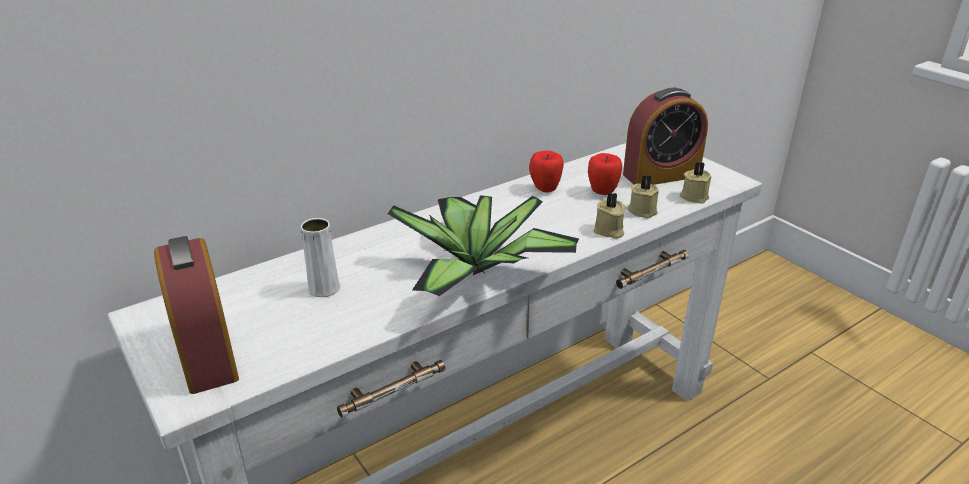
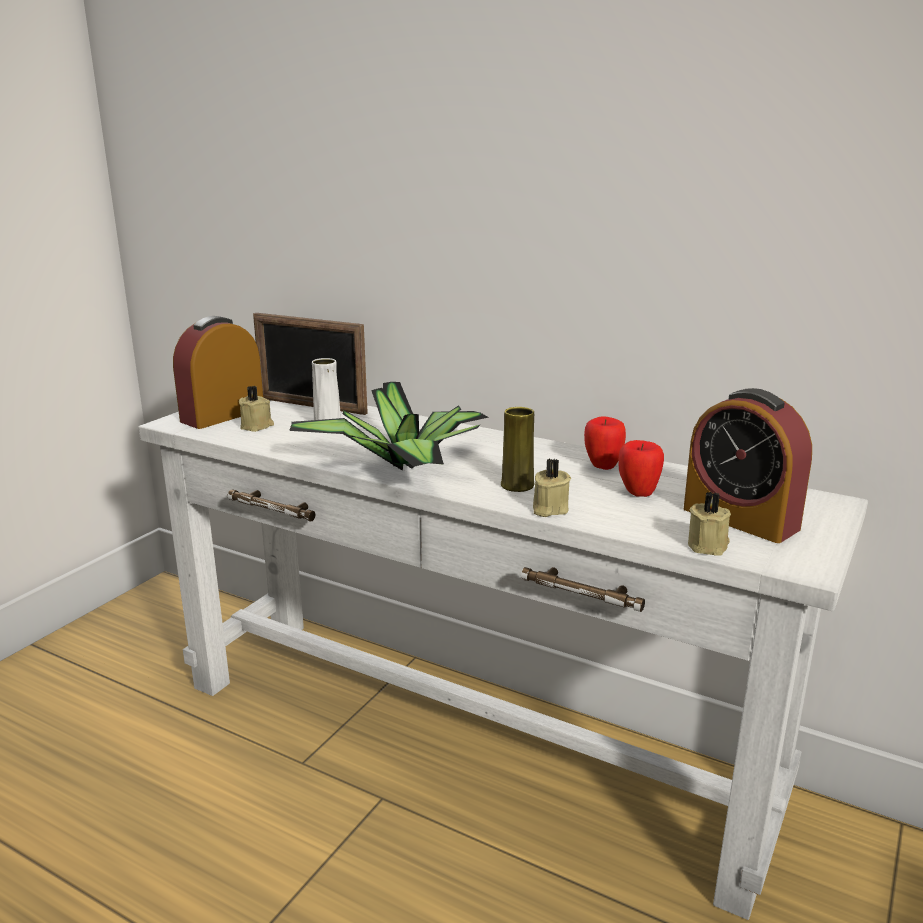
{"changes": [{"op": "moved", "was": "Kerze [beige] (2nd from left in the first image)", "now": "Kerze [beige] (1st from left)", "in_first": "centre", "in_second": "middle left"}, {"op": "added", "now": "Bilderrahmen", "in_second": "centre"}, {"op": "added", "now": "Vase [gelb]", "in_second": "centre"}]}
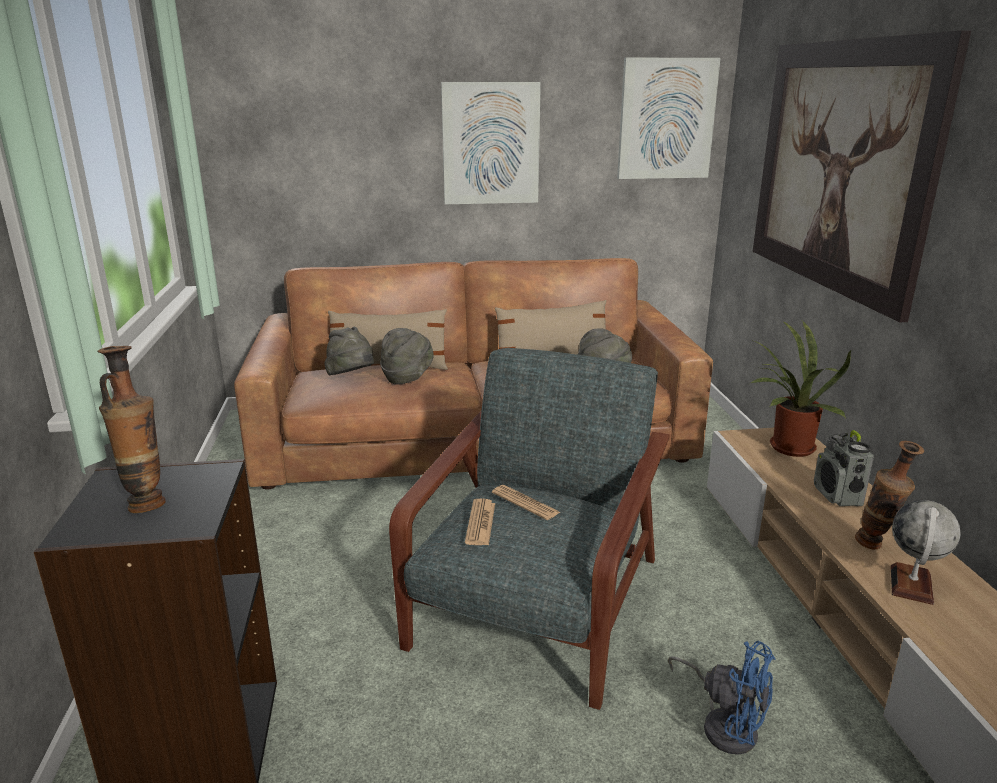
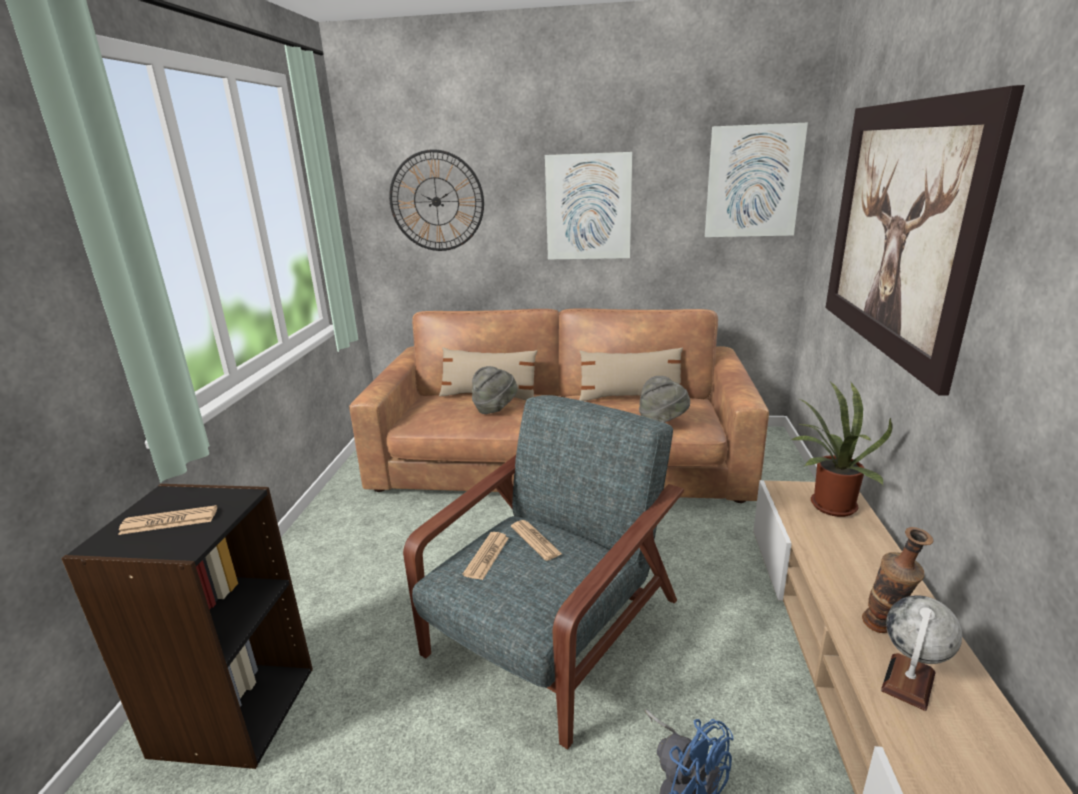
{"changes": [{"op": "removed", "was": "Hut [grau] (1st from left)", "in_first": "centre"}, {"op": "replaced", "was": "Vase (1st from left)", "now": "Zeitung (1st from left)", "in_first": "middle left", "in_second": "middle left"}, {"op": "removed", "was": "Radio", "in_first": "middle right"}, {"op": "added", "now": "Wanduhr", "in_second": "top centre"}]}
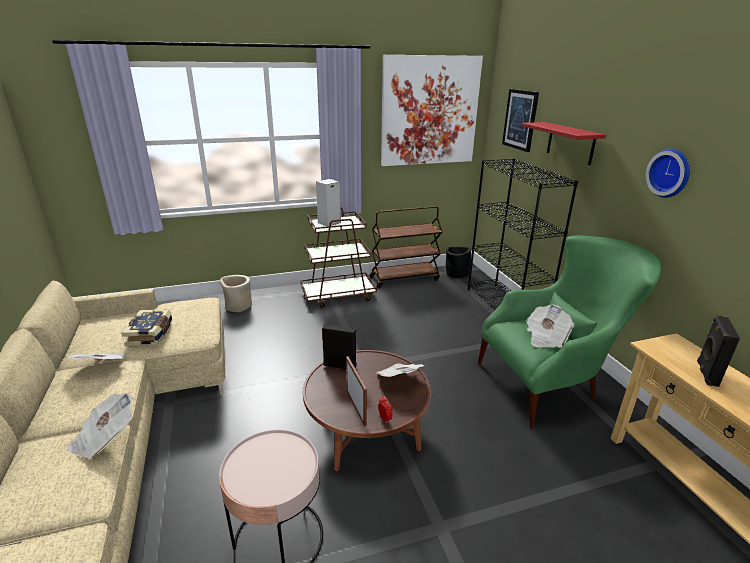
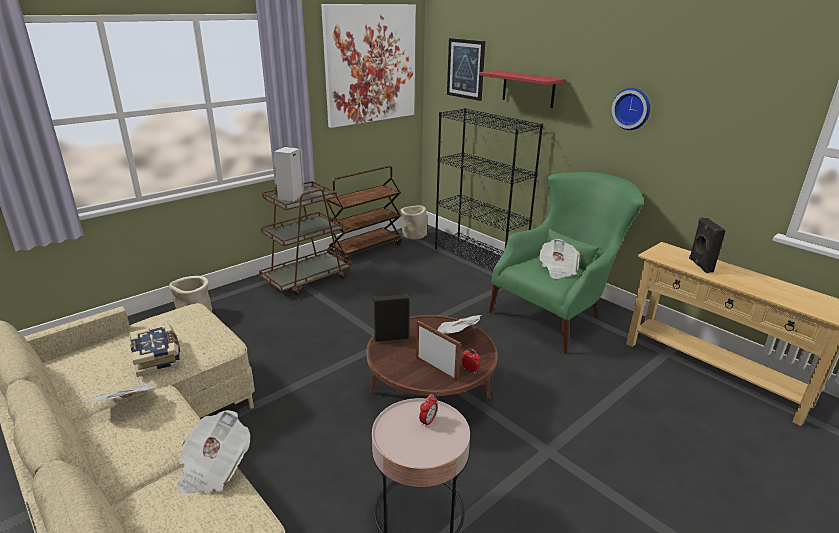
{"changes": [{"op": "recoloured", "was": "Pflanzkübel [schwarz]", "now": "Pflanzkübel [beige] (2nd from left)", "in_first": "centre", "in_second": "centre"}, {"op": "added", "now": "Wecker (1st from left)", "in_second": "bottom centre"}]}
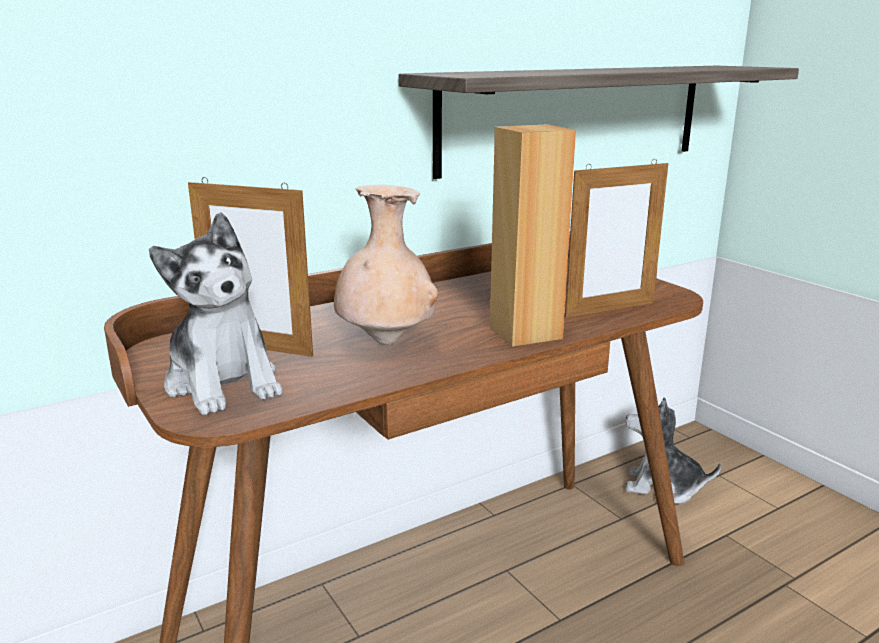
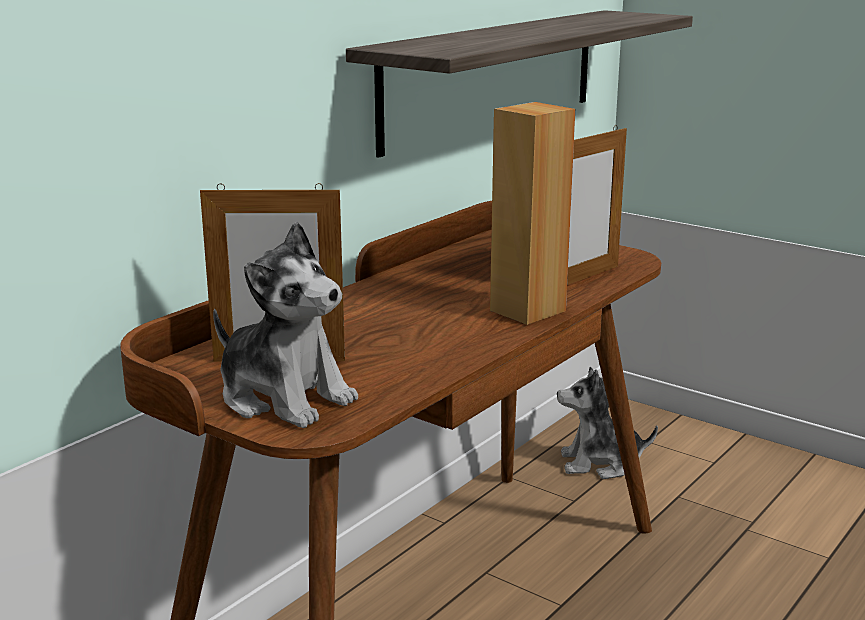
{"changes": [{"op": "removed", "was": "Vase [beige]", "in_first": "centre"}]}
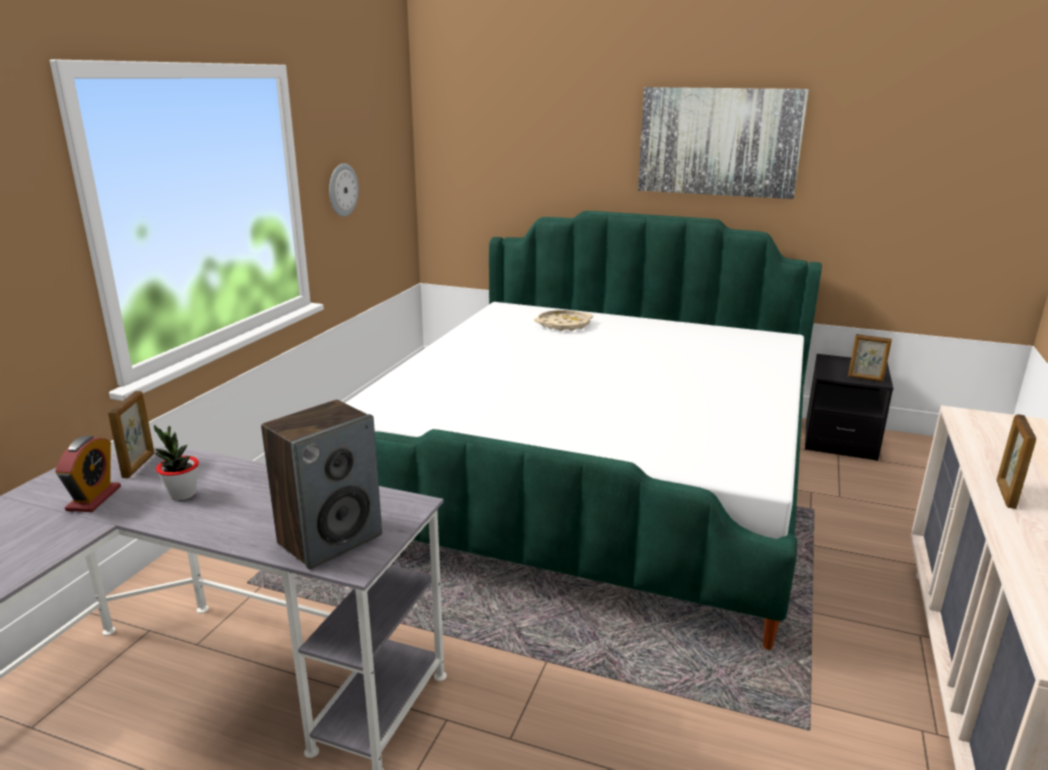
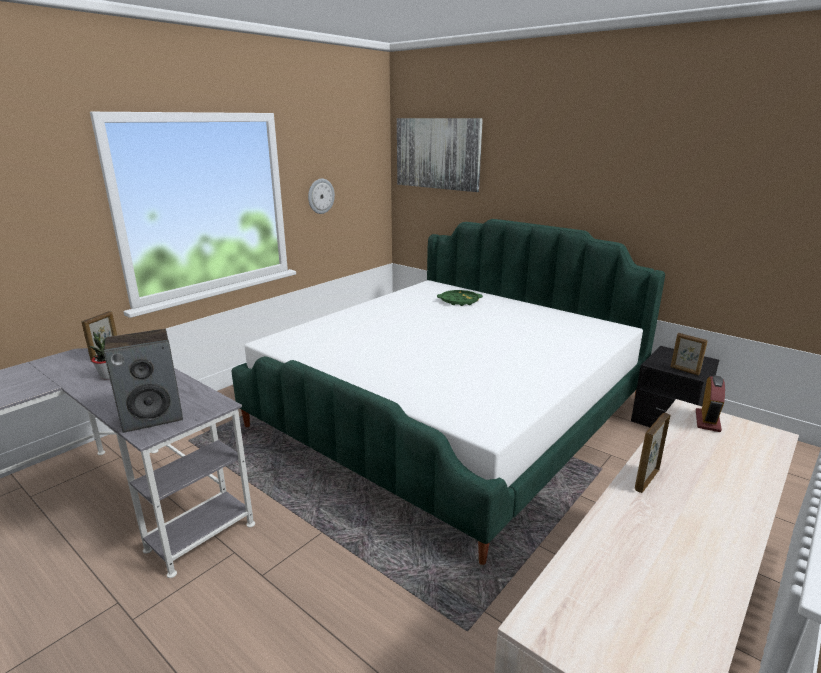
{"changes": [{"op": "moved", "was": "Bild", "in_first": "top right", "in_second": "top centre"}, {"op": "recoloured", "was": "Tablett [beige]", "now": "Tablett [grün]", "in_first": "centre", "in_second": "centre"}, {"op": "moved", "was": "Wecker", "in_first": "middle left", "in_second": "middle right"}]}
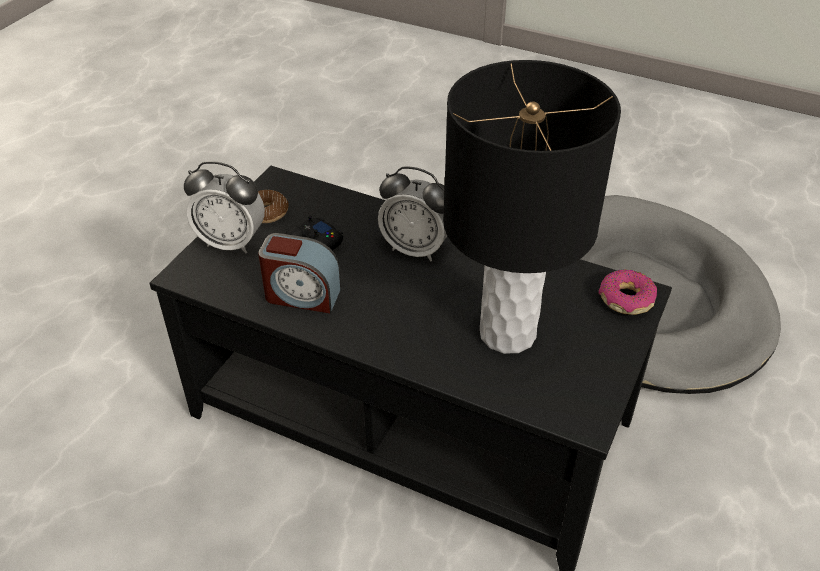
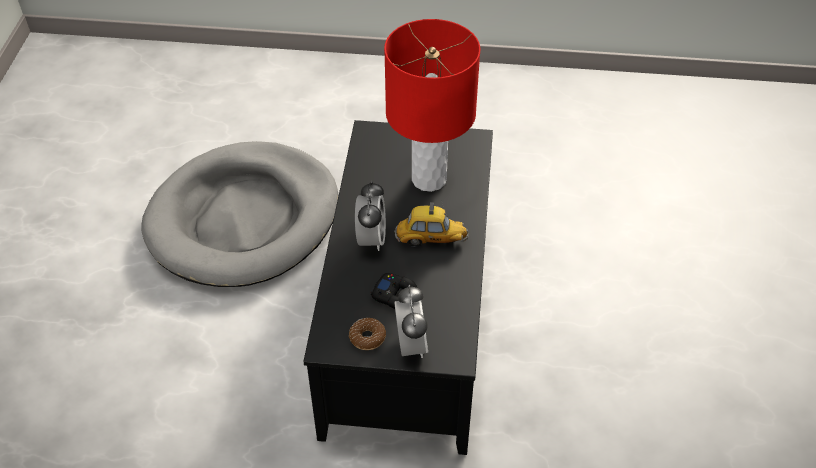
{"changes": [{"op": "recoloured", "was": "Tischlampe [schwarz]", "now": "Tischlampe [rot]", "in_first": "centre", "in_second": "top centre"}, {"op": "removed", "was": "Wecker (2nd from left)", "in_first": "centre"}, {"op": "removed", "was": "Donut (2nd from left)", "in_first": "middle right"}, {"op": "added", "now": "Spielzeugauto", "in_second": "centre"}]}
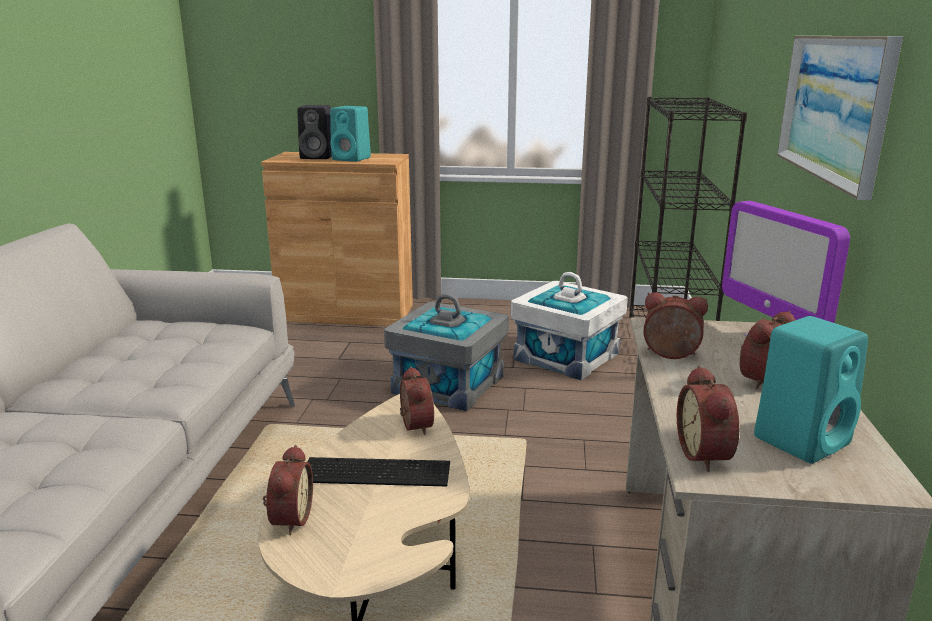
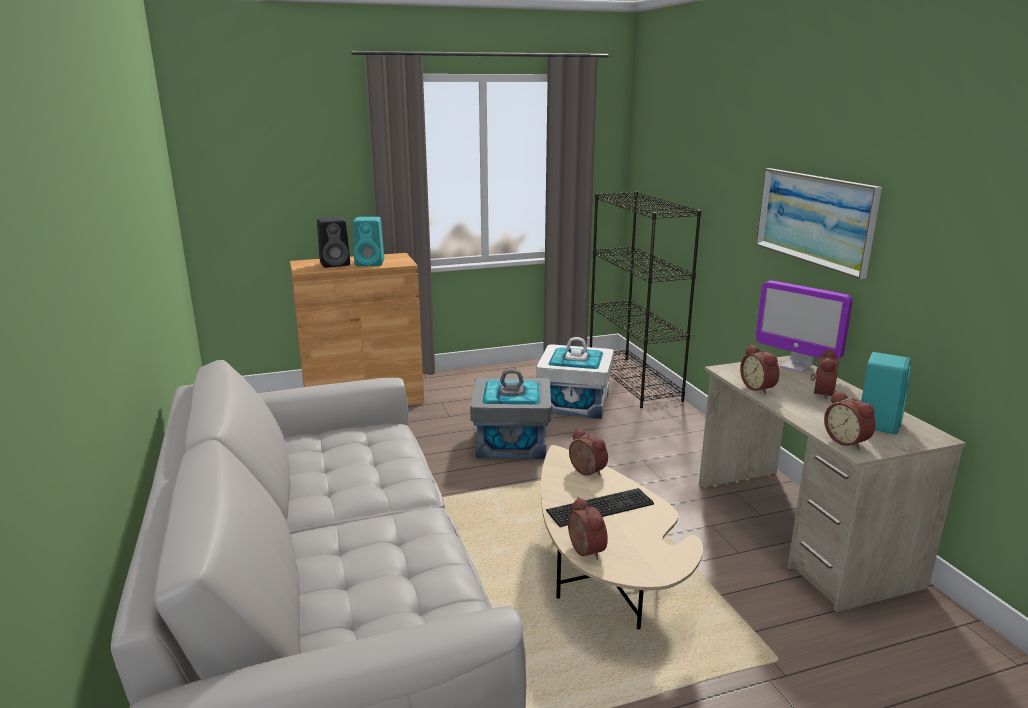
{"changes": [{"op": "turned", "was": "Wecker (3rd from left)", "in_first": "middle right", "in_second": "middle right", "clockwise": -105}]}
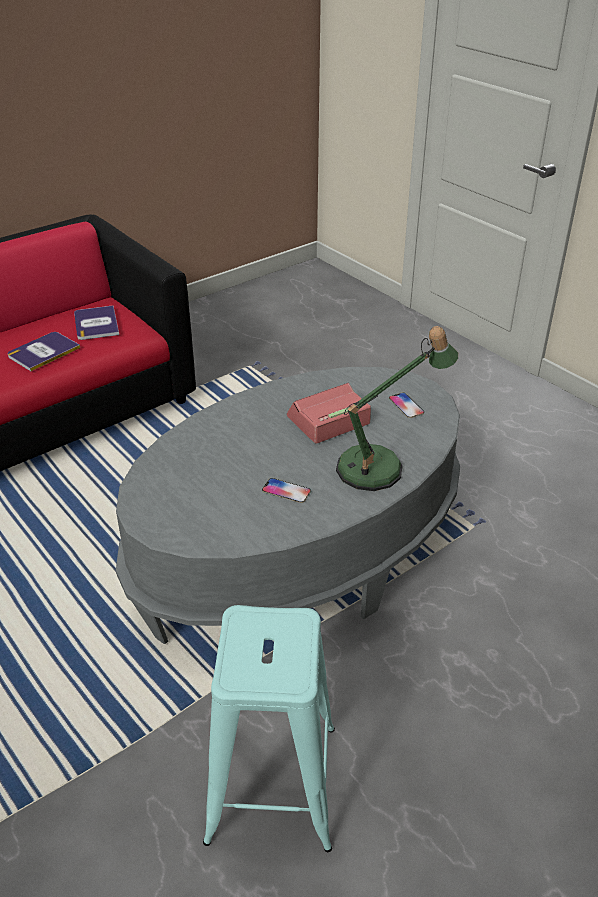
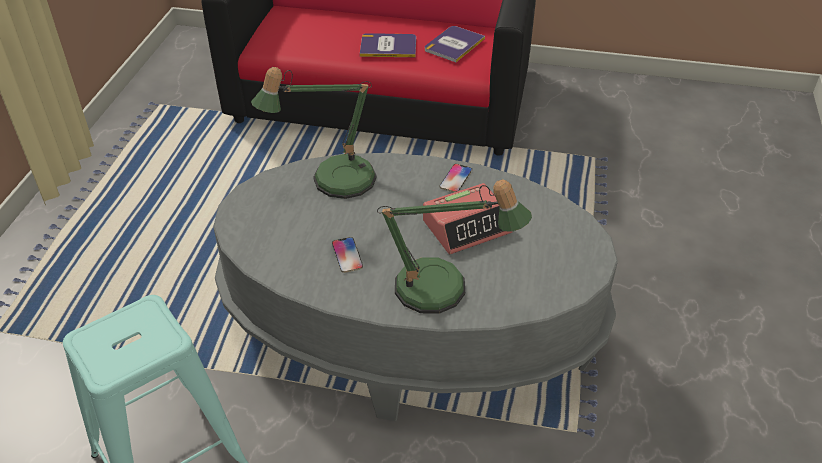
{"changes": [{"op": "turned", "was": "Wecker", "in_first": "centre", "in_second": "centre", "clockwise": 135}, {"op": "moved", "was": "Handy (2nd from left)", "in_first": "middle right", "in_second": "centre"}, {"op": "added", "now": "Tischlampe (1st from left)", "in_second": "top centre"}]}
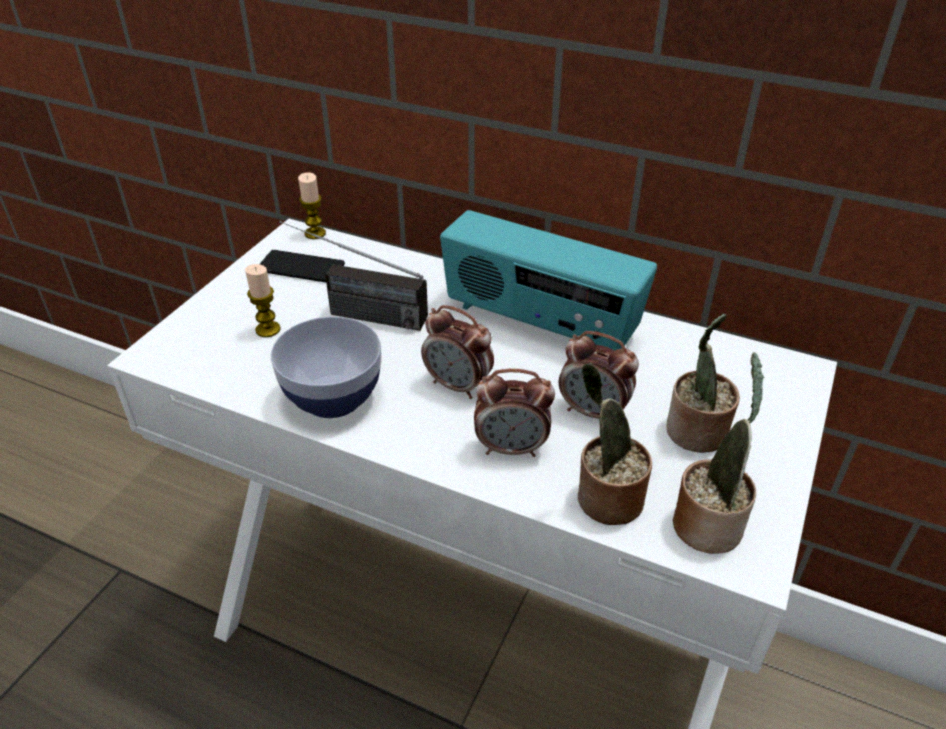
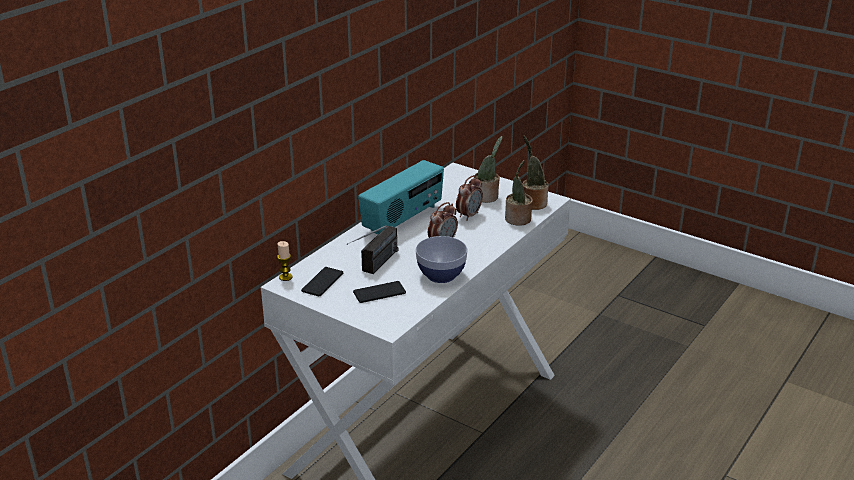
{"changes": [{"op": "replaced", "was": "Kerze (1st from left)", "now": "Handy (2nd from left)", "in_first": "middle left", "in_second": "centre"}, {"op": "removed", "was": "Wecker (2nd from left)", "in_first": "centre"}]}
